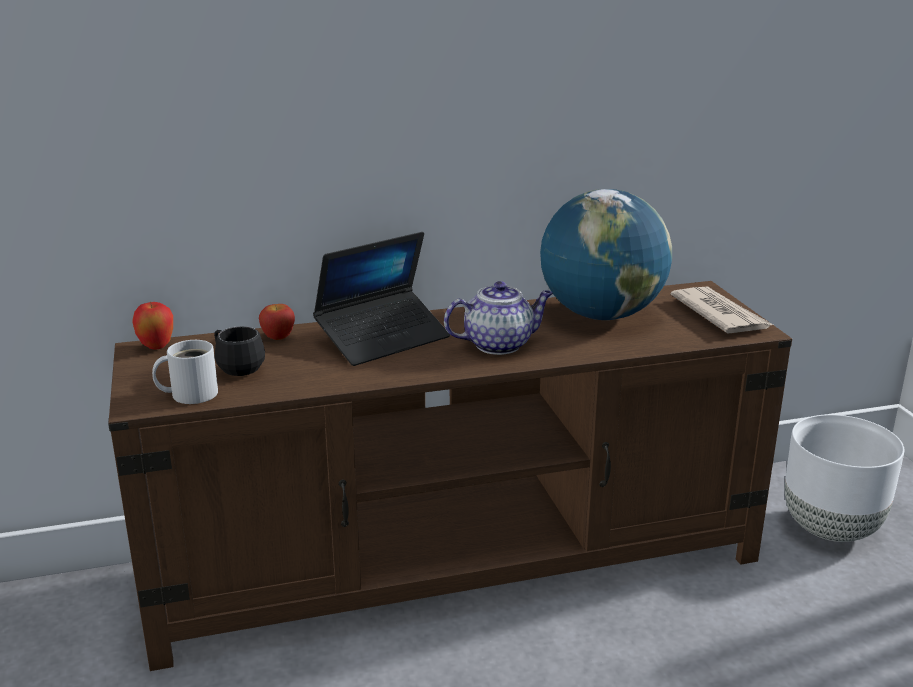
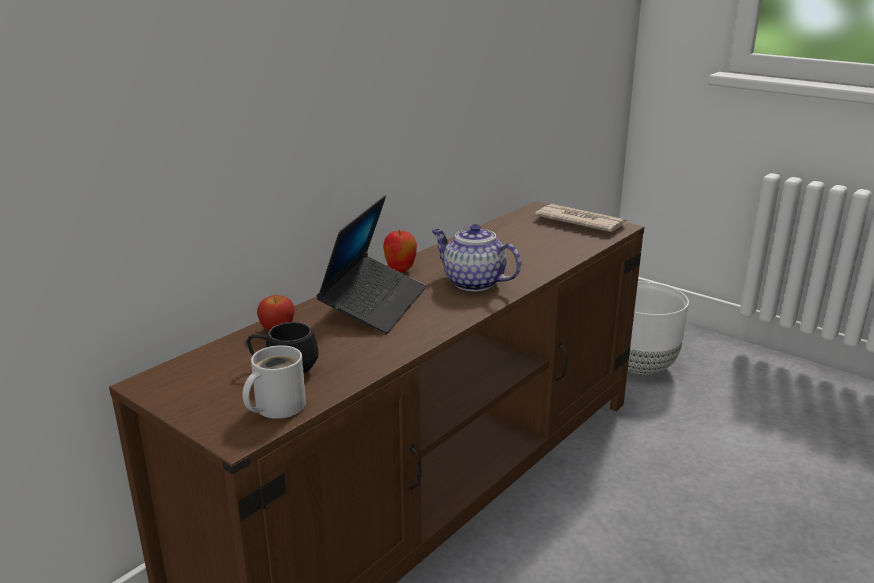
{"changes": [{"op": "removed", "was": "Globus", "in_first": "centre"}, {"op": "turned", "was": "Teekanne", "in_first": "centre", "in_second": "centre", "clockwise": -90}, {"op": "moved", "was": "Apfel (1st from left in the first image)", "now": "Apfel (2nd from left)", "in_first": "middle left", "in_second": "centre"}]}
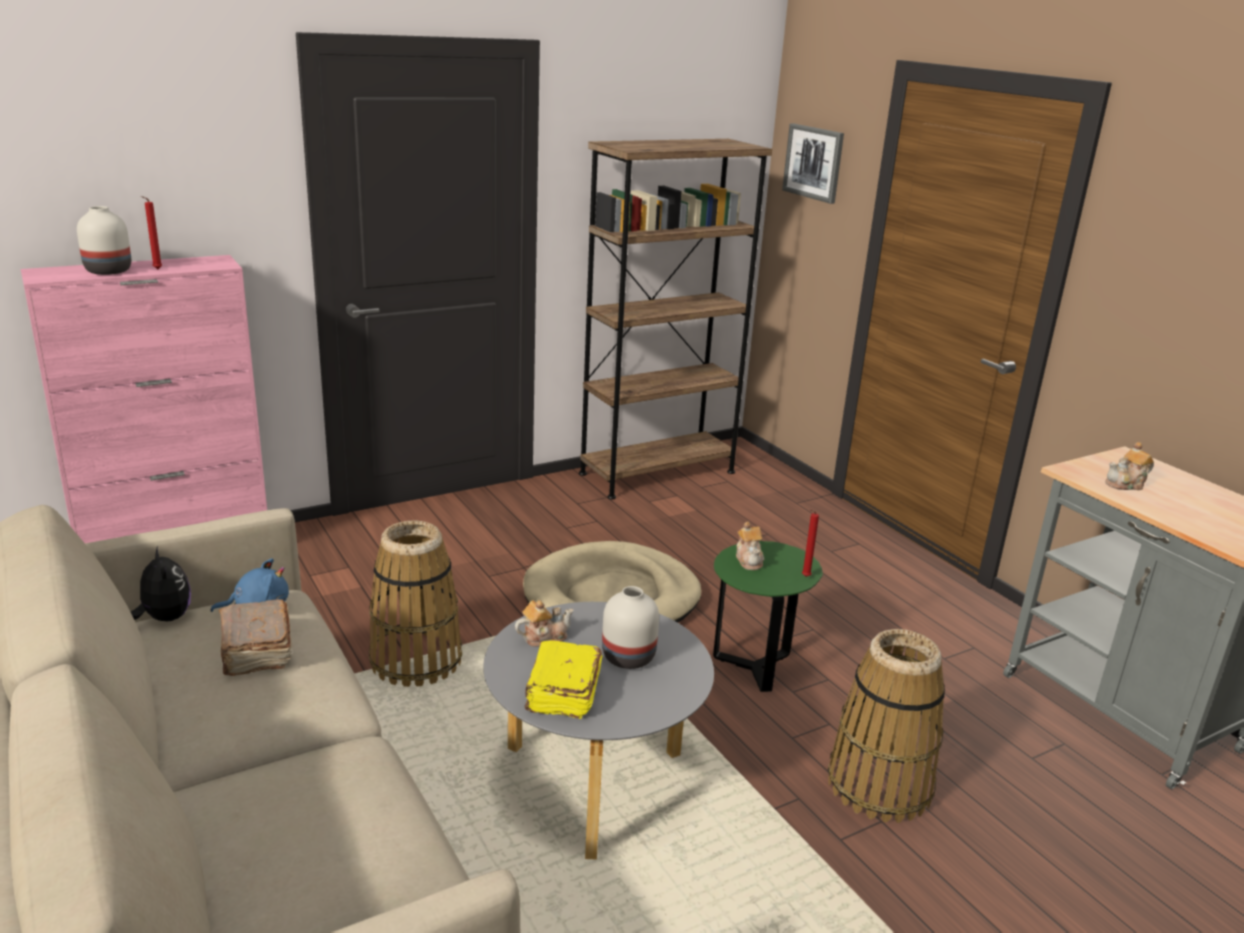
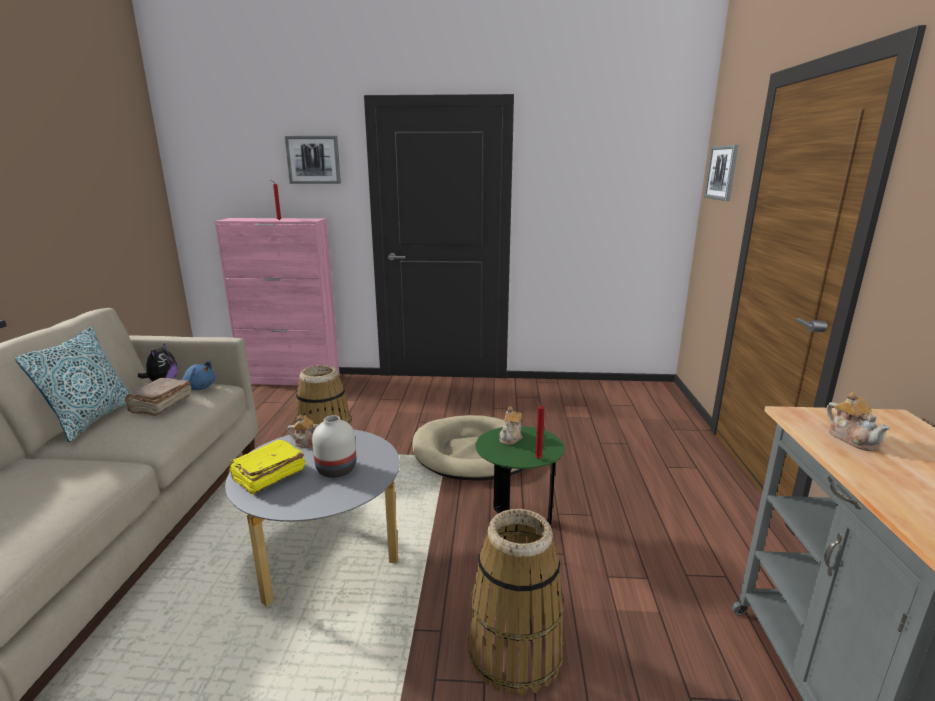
{"changes": [{"op": "removed", "was": "Bücherregal [braun]", "in_first": "centre"}, {"op": "removed", "was": "Vase [weiß] (1st from left)", "in_first": "top left"}, {"op": "turned", "was": "Teekanne (3rd from left)", "in_first": "middle right", "in_second": "middle right", "clockwise": -120}, {"op": "added", "now": "Bild (1st from left)", "in_second": "top centre"}, {"op": "added", "now": "Kissen", "in_second": "middle left"}]}
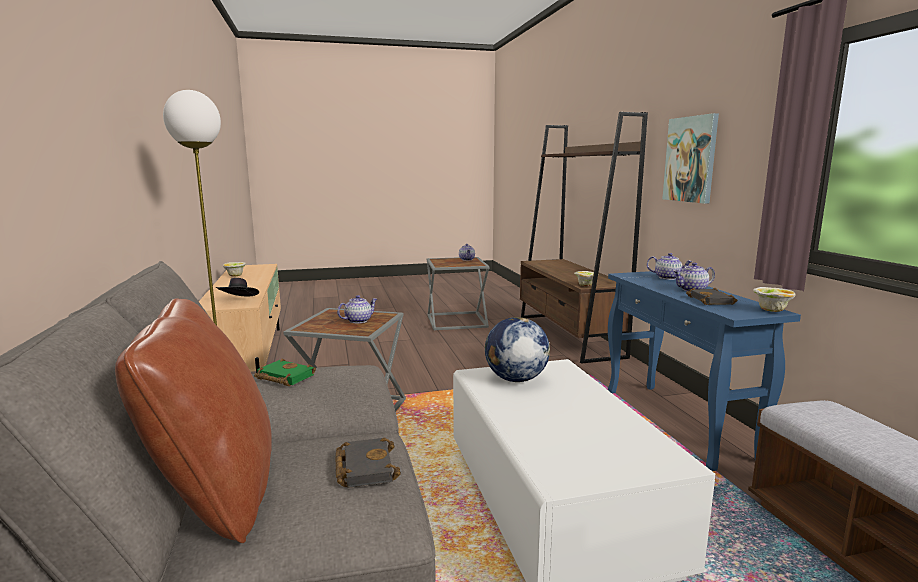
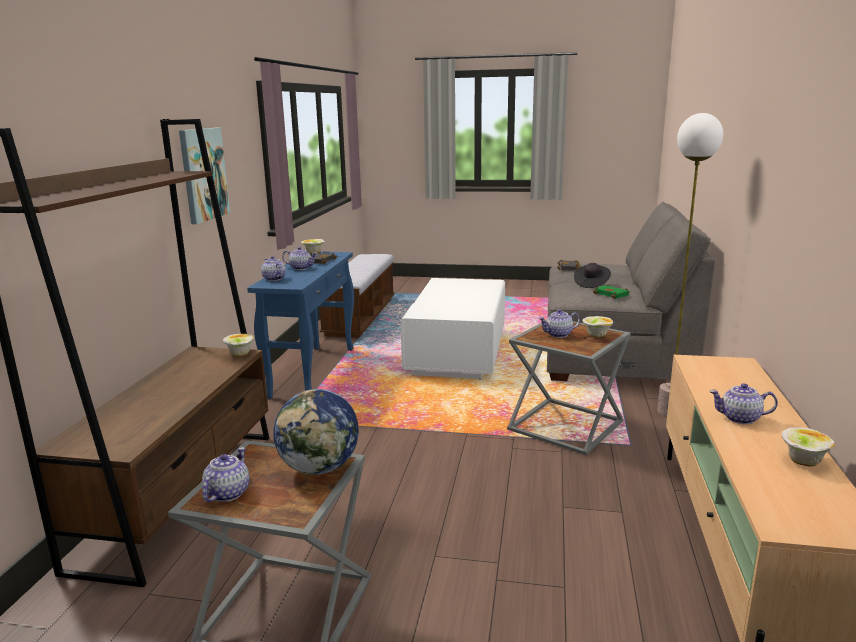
{"changes": [{"op": "moved", "was": "Hut [schwarz]", "in_first": "middle left", "in_second": "middle right"}, {"op": "removed", "was": "Kissen [braun]", "in_first": "bottom left"}, {"op": "moved", "was": "Globus", "in_first": "centre", "in_second": "bottom centre"}, {"op": "added", "now": "Schüssel (3rd from left)", "in_second": "middle right"}, {"op": "added", "now": "Teekanne (5th from left)", "in_second": "middle right"}]}
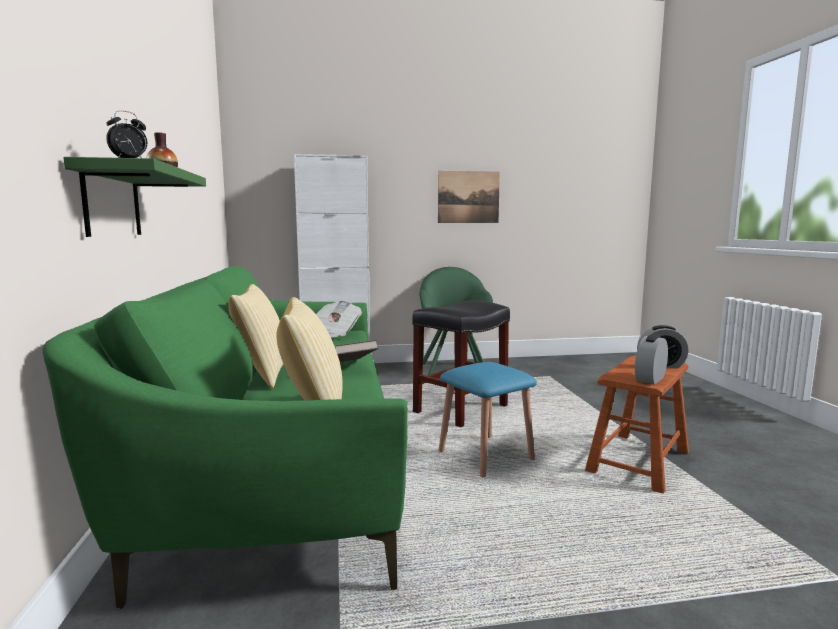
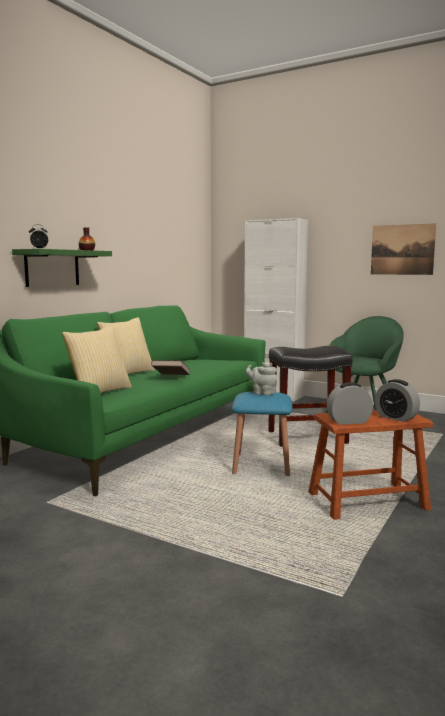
{"changes": [{"op": "removed", "was": "Zeitung", "in_first": "centre"}, {"op": "added", "now": "Teekanne [grau]", "in_second": "centre"}]}
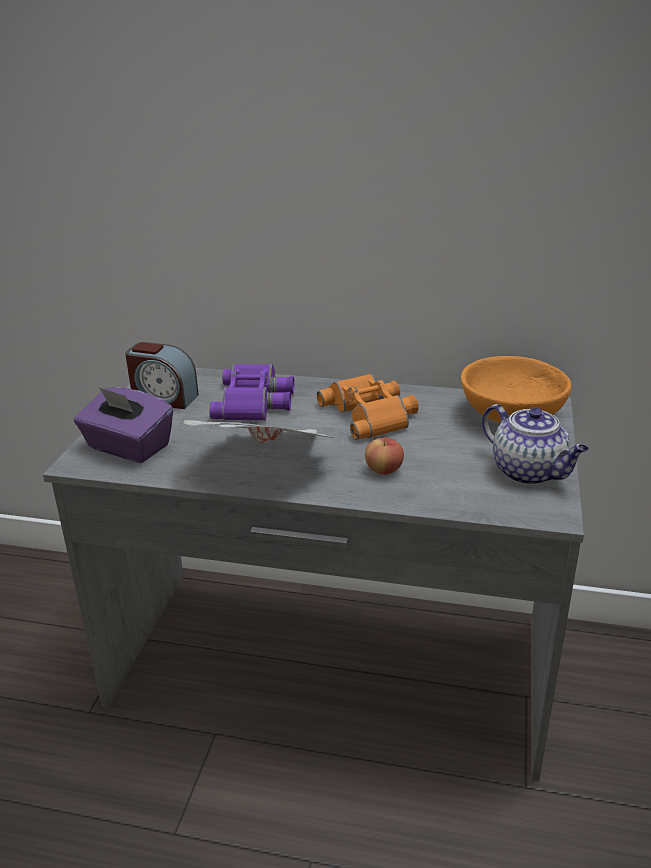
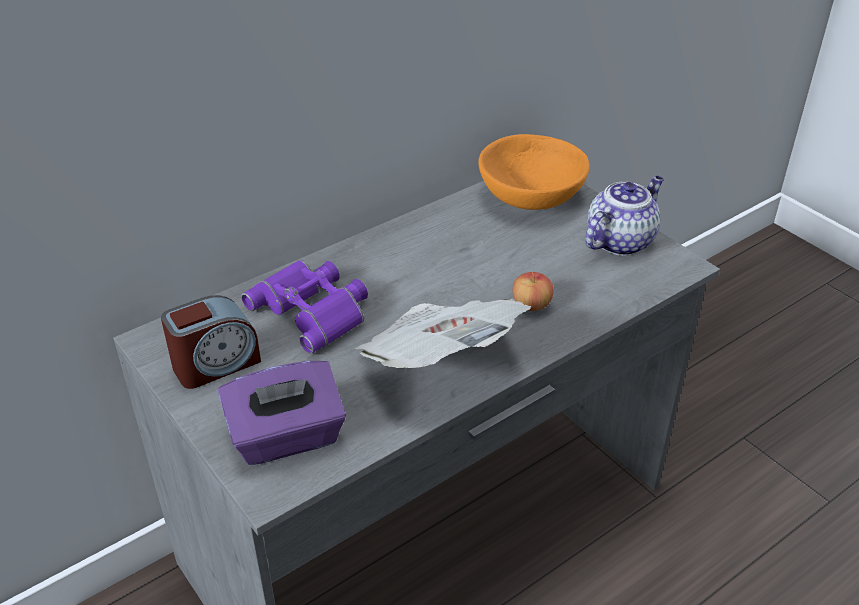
{"changes": [{"op": "removed", "was": "Fernglas [orange]", "in_first": "centre"}, {"op": "turned", "was": "Teekanne", "in_first": "middle right", "in_second": "middle right", "clockwise": -45}]}
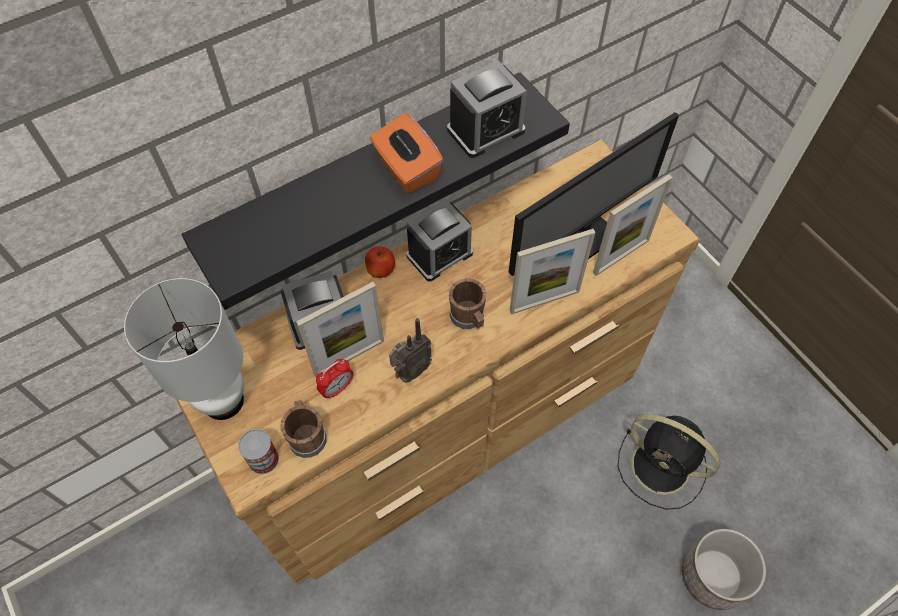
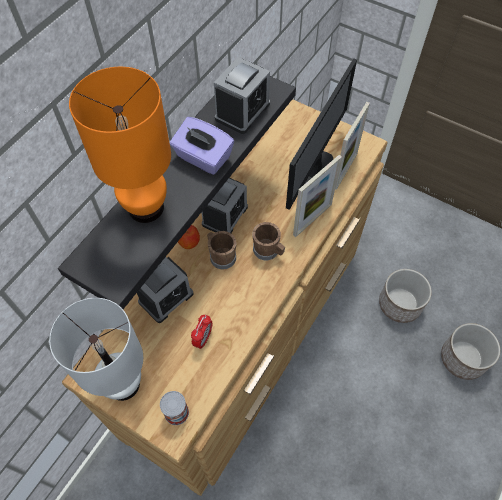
{"changes": [{"op": "recoloured", "was": "Taschentuchbox [orange]", "now": "Taschentuchbox [lila]", "in_first": "top centre", "in_second": "top centre"}, {"op": "removed", "was": "Bilderrahmen (1st from left)", "in_first": "centre"}, {"op": "removed", "was": "Radio", "in_first": "centre"}, {"op": "moved", "was": "Henkelbecher [braun] (1st from left)", "in_first": "bottom centre", "in_second": "centre"}, {"op": "replaced", "was": "Ventilator [schwarz]", "now": "Pflanzkübel (1st from left)", "in_first": "bottom right", "in_second": "middle right"}, {"op": "added", "now": "Tischlampe [orange]", "in_second": "top left"}]}
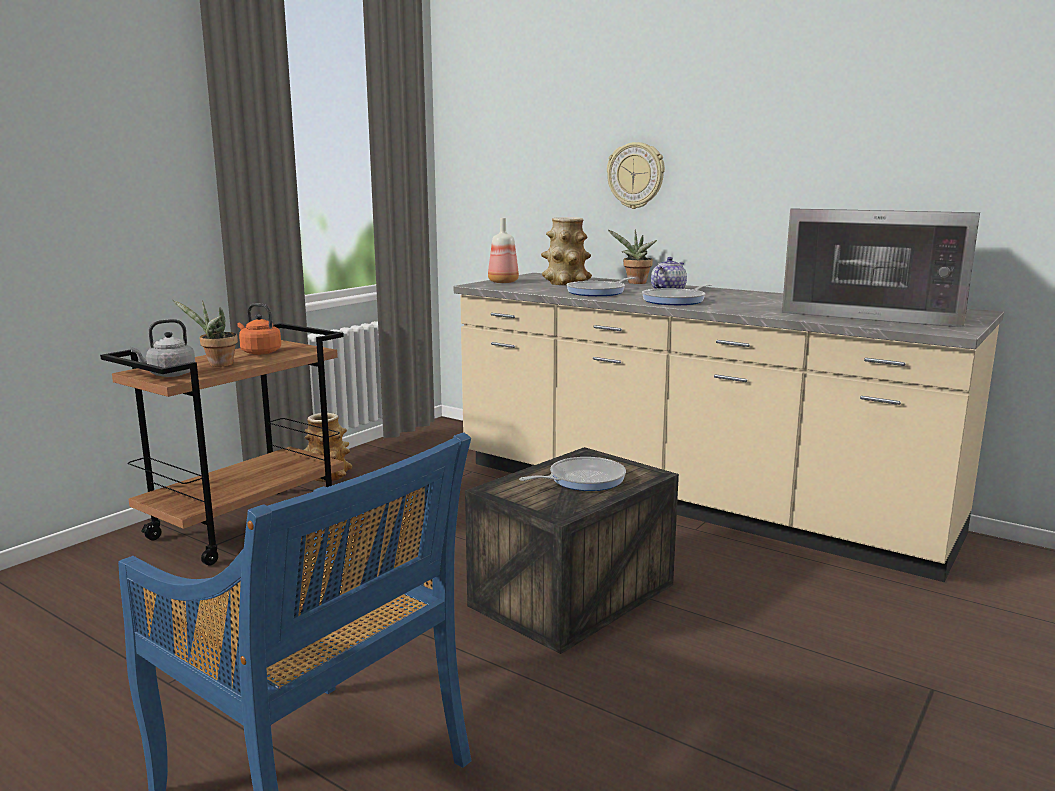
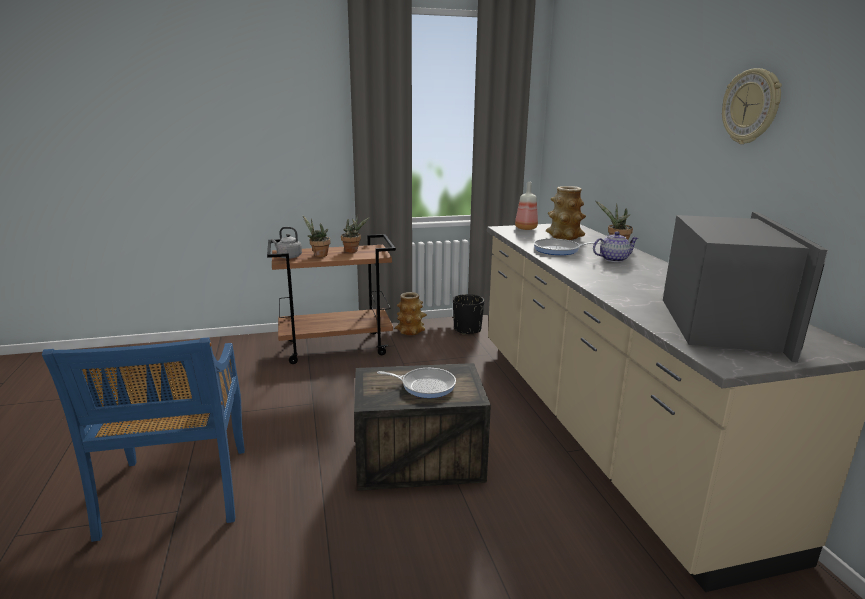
{"changes": [{"op": "moved", "was": "Wanduhr", "in_first": "top centre", "in_second": "top right"}, {"op": "turned", "was": "Mikrowelle", "in_first": "middle right", "in_second": "middle right", "clockwise": -150}, {"op": "removed", "was": "Pfanne (3rd from left)", "in_first": "centre"}, {"op": "replaced", "was": "Wasserkessel [orange]", "now": "Topfpflanze (2nd from left)", "in_first": "middle left", "in_second": "centre"}, {"op": "added", "now": "Pflanzkübel [schwarz]", "in_second": "centre"}]}
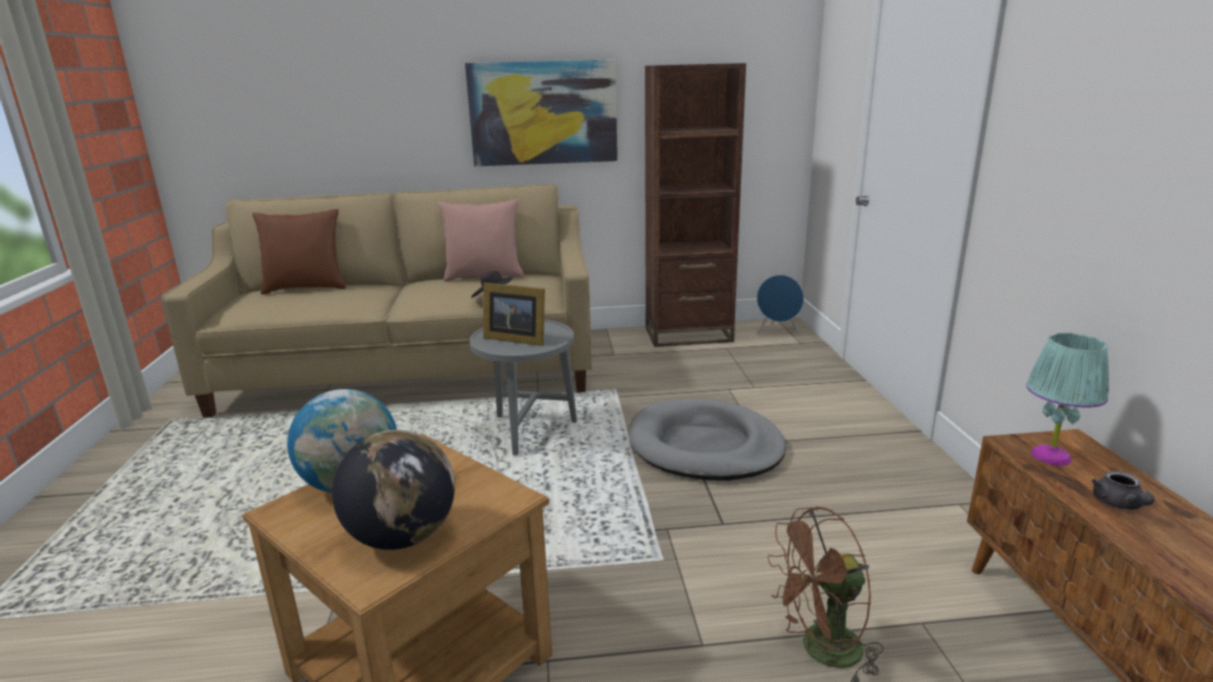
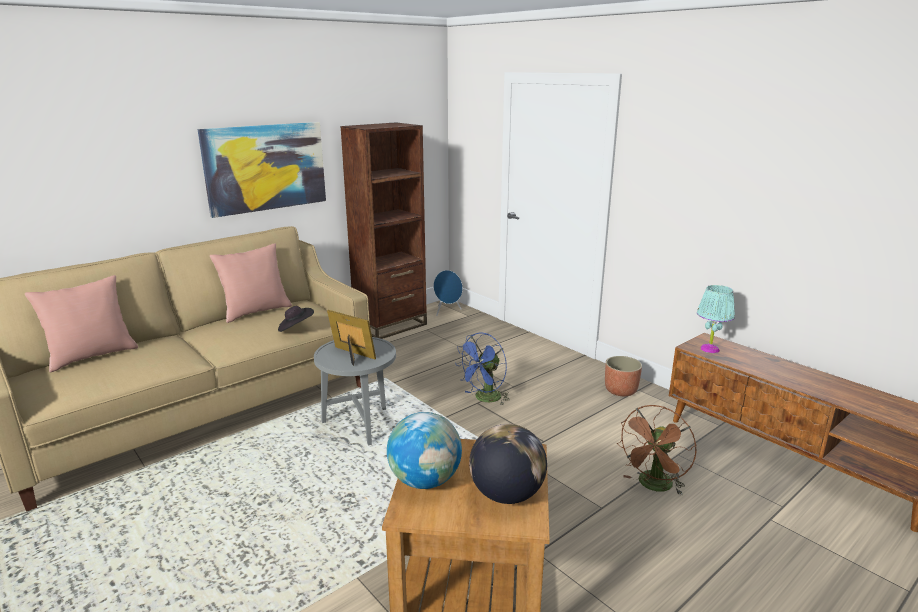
{"changes": [{"op": "recoloured", "was": "Kissen [braun]", "now": "Kissen [rosa] (1st from left)", "in_first": "middle left", "in_second": "middle left"}, {"op": "turned", "was": "Bilderrahmen", "in_first": "centre", "in_second": "centre", "clockwise": -135}, {"op": "replaced", "was": "Hundebett [grau]", "now": "Ventilator [blau]", "in_first": "centre", "in_second": "centre"}, {"op": "removed", "was": "Teekanne [grau]", "in_first": "bottom right"}, {"op": "added", "now": "Pflanzkübel", "in_second": "middle right"}]}
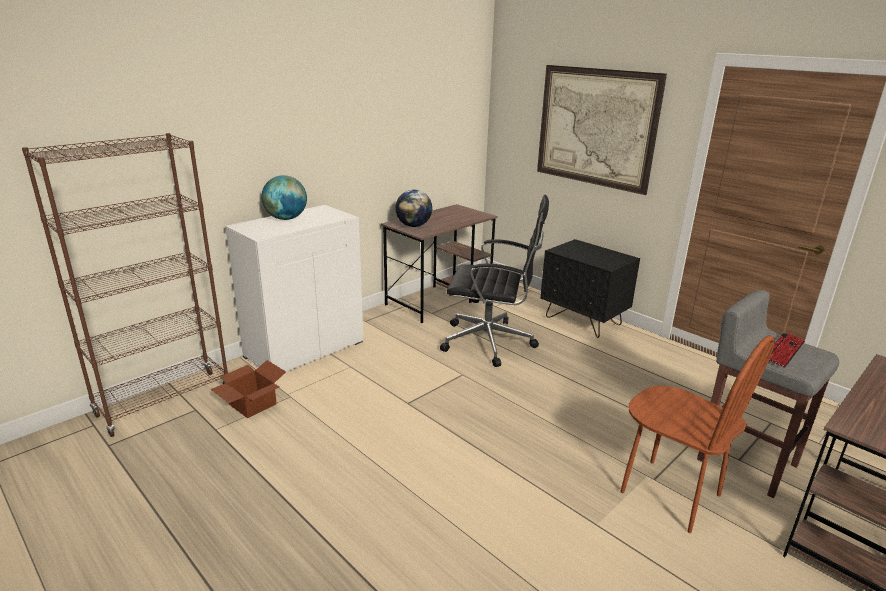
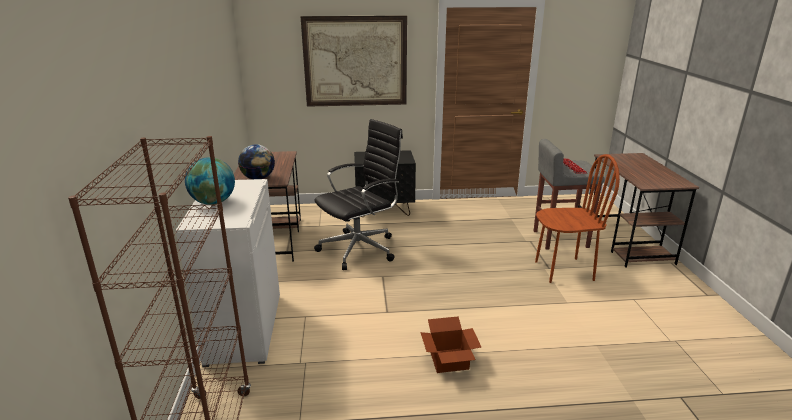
{"changes": [{"op": "moved", "was": "Karton", "in_first": "middle left", "in_second": "bottom centre"}]}
